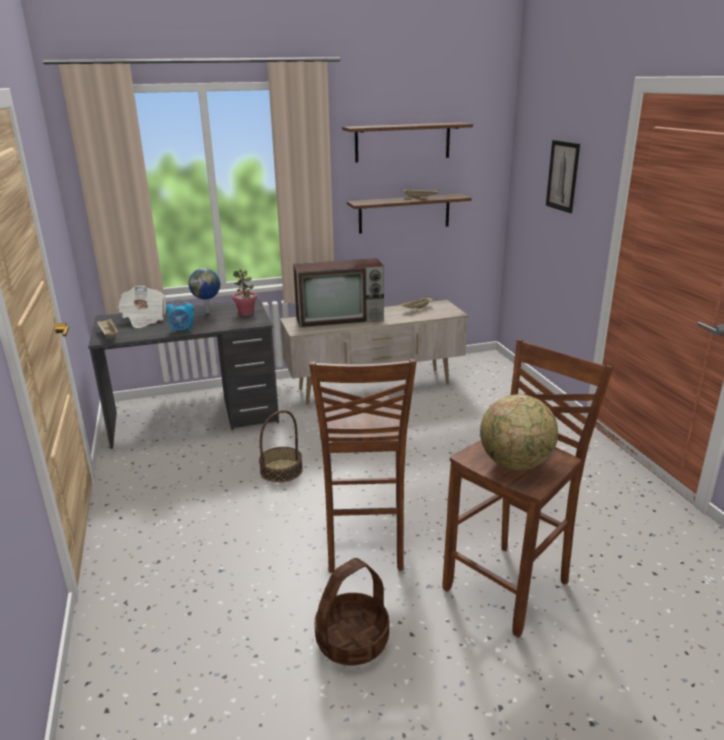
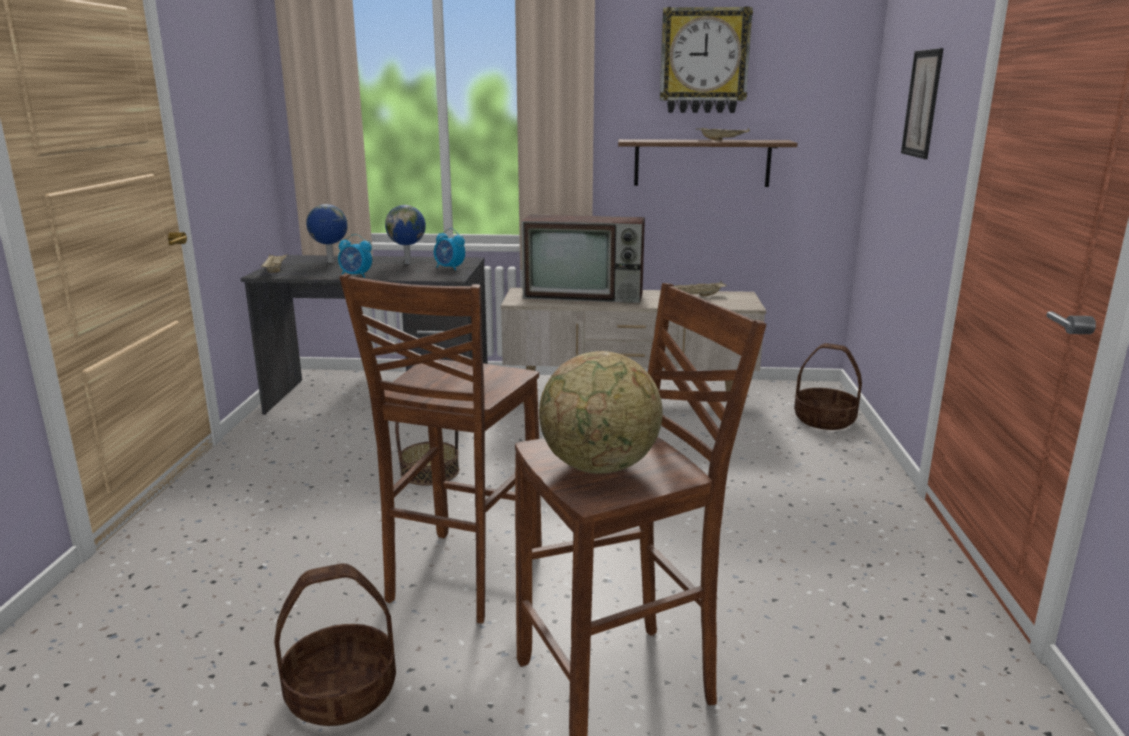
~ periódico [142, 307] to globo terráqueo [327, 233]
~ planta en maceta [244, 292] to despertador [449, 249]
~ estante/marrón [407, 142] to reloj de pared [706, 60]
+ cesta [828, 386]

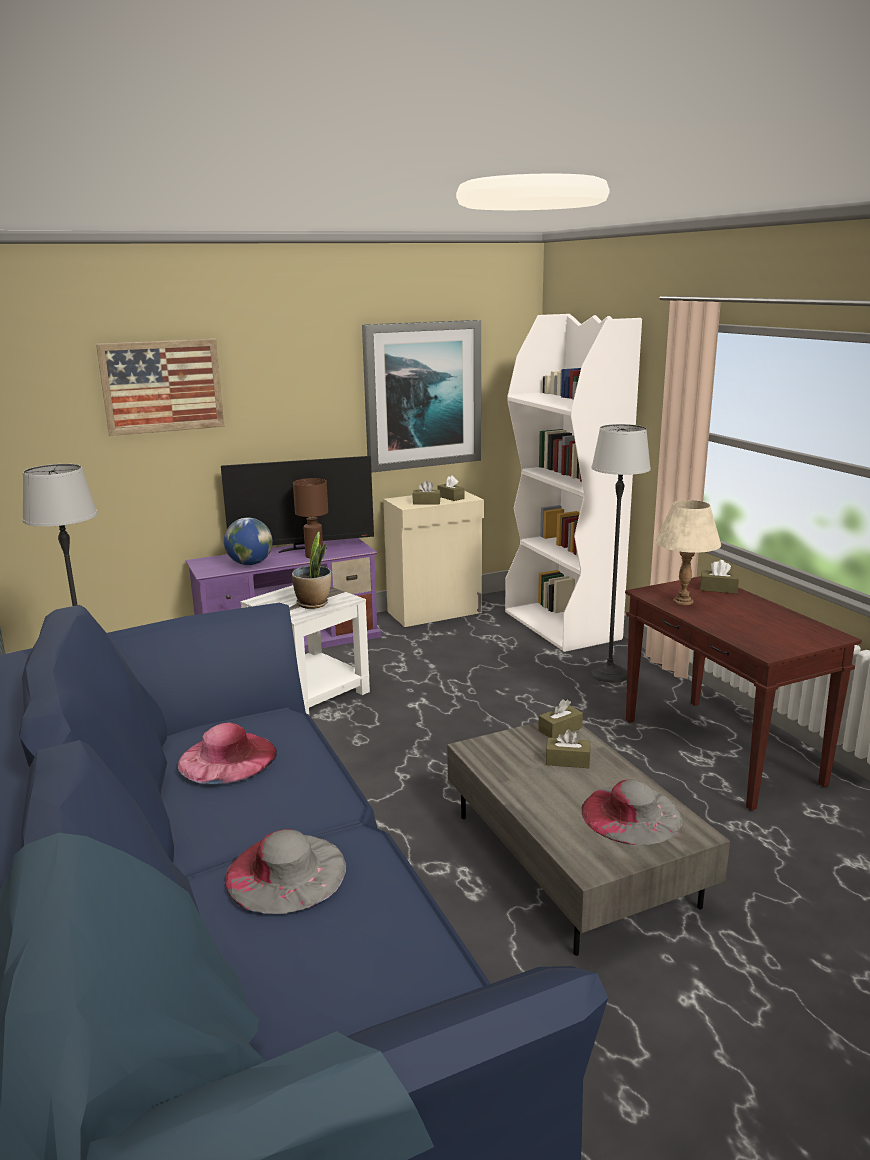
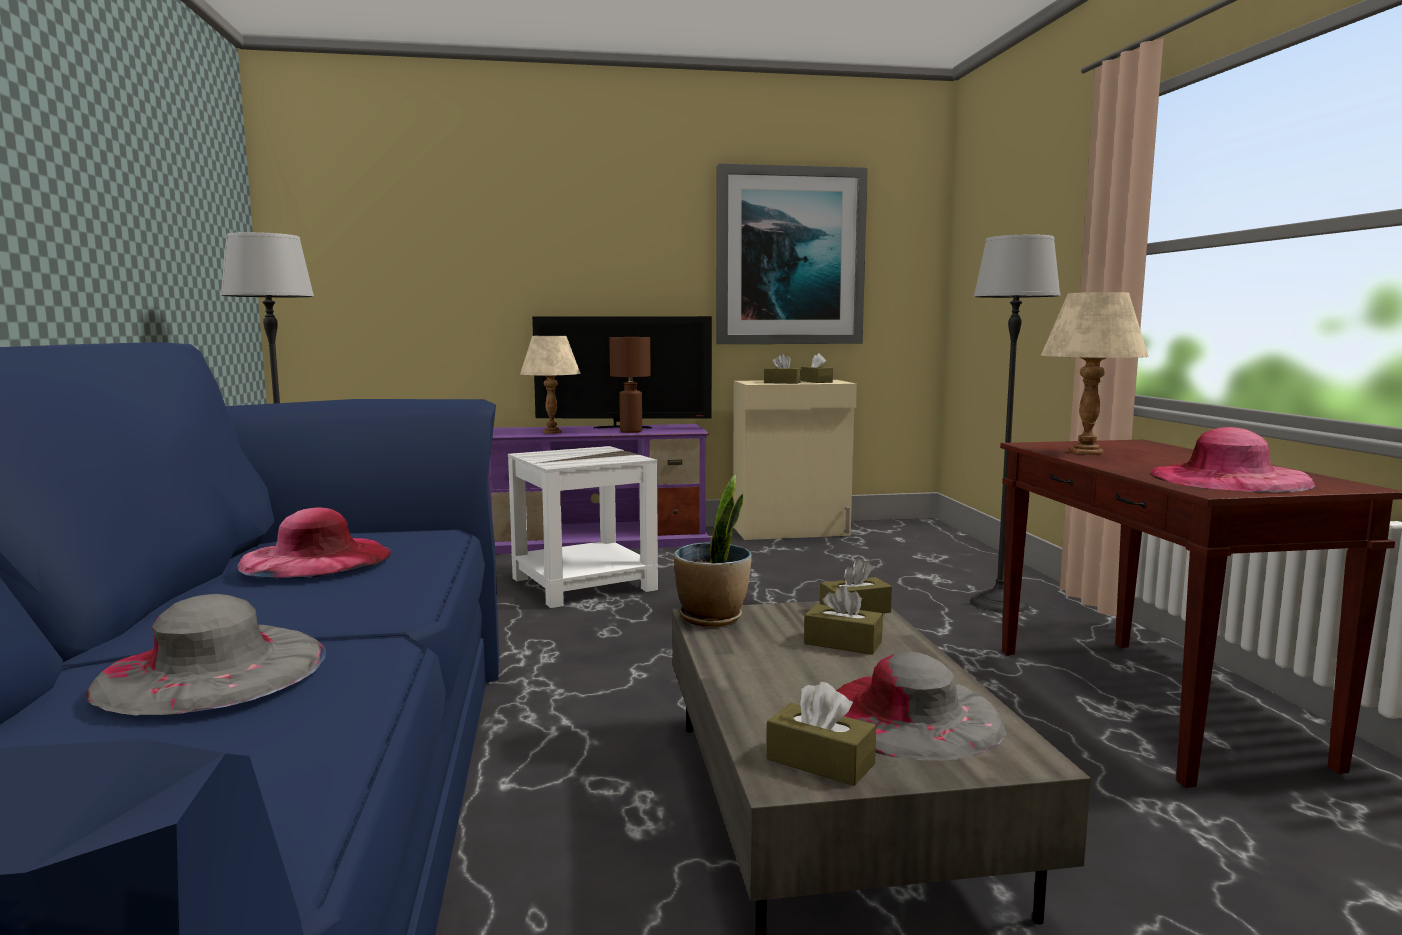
~ globo terráqueo [248, 541] to lámpara de mesa/beis [550, 385]
~ planta en maceta [311, 570] to [712, 551]
~ caja de pañuelos/marrón [719, 577] to [821, 734]
+ sombrero/rosa [1232, 459]
- cuadro [160, 387]
- estantería/blanco [573, 483]

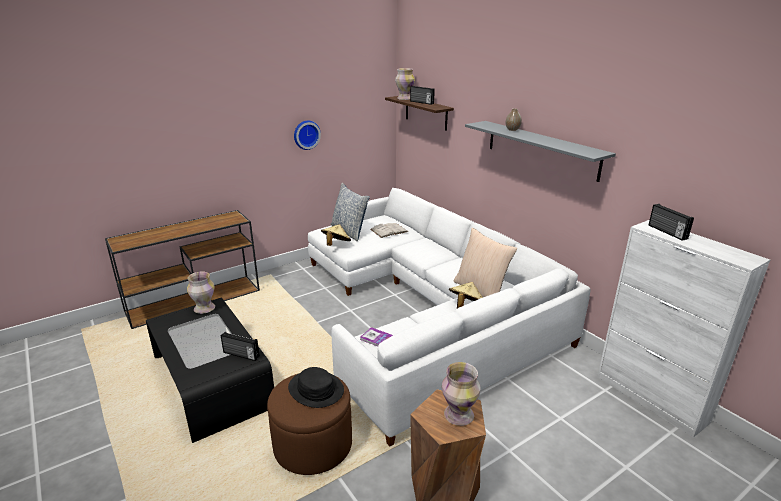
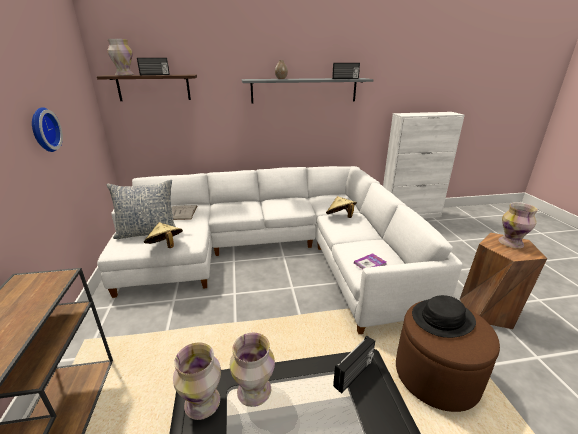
+ florero [252, 370]
~ radio [671, 222] to [346, 71]
- cojín/beis [485, 262]

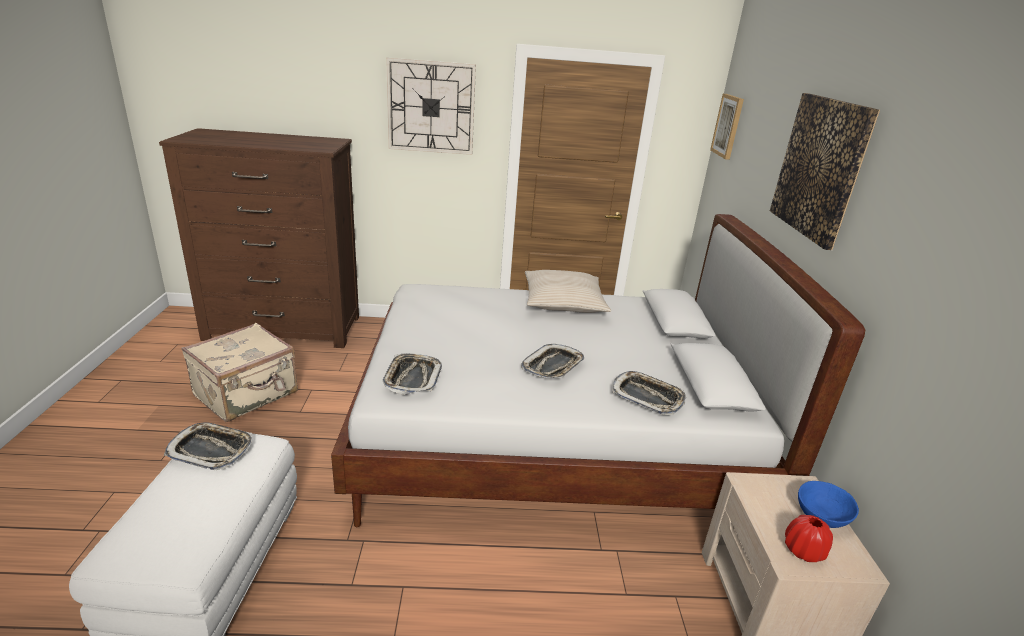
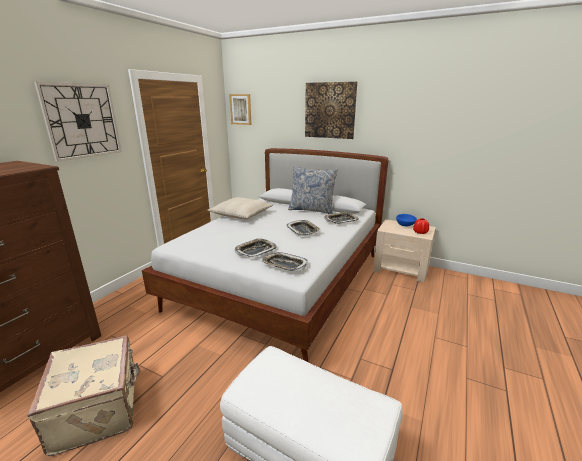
~ bandeja [208, 446] to [256, 247]
+ cojín [313, 190]

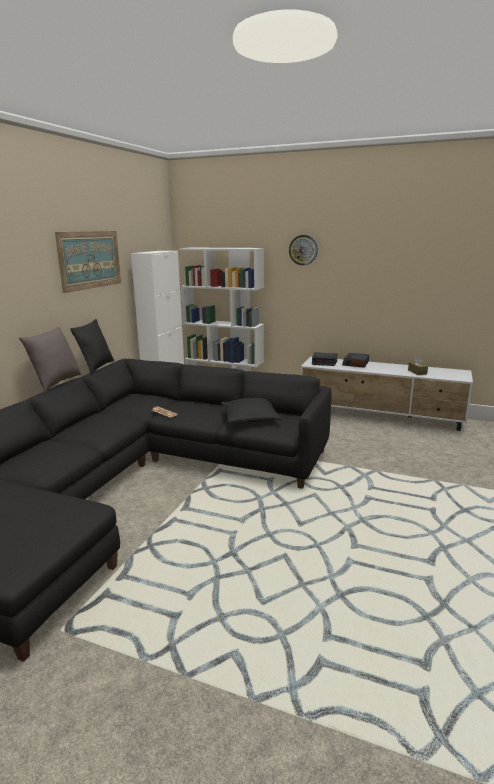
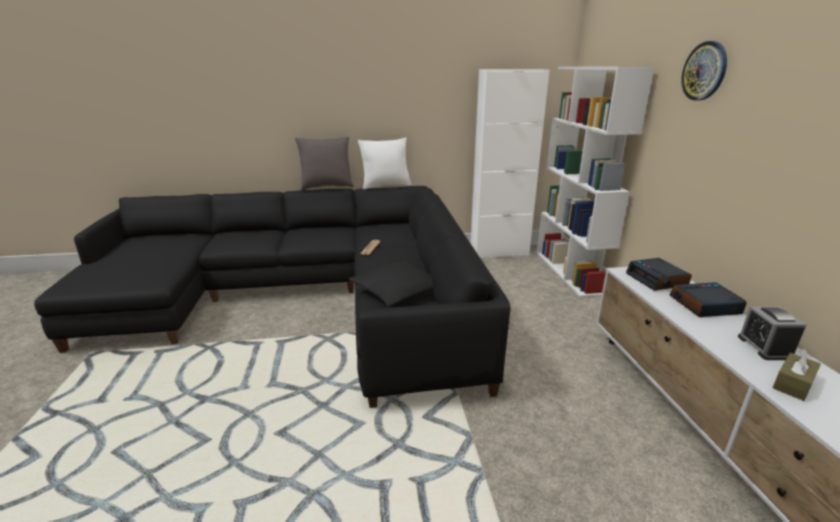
~ cojín/negro [92, 346] to cojín/blanco [385, 163]
+ despertador [772, 333]
- cuadro [88, 262]

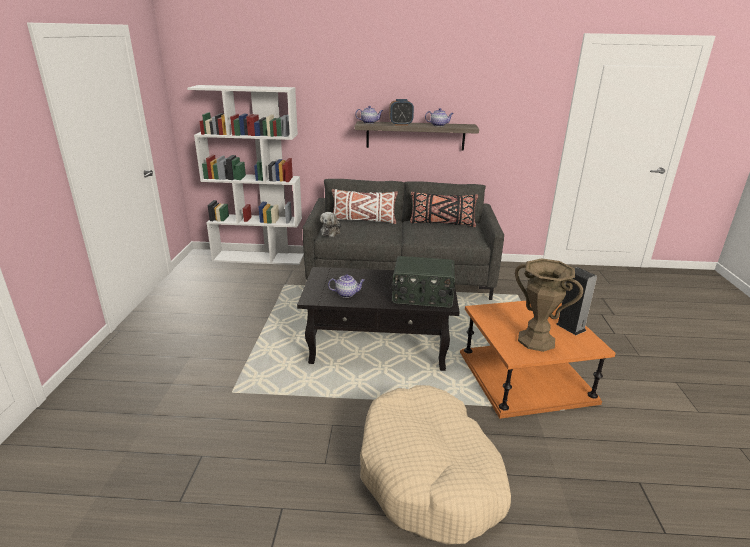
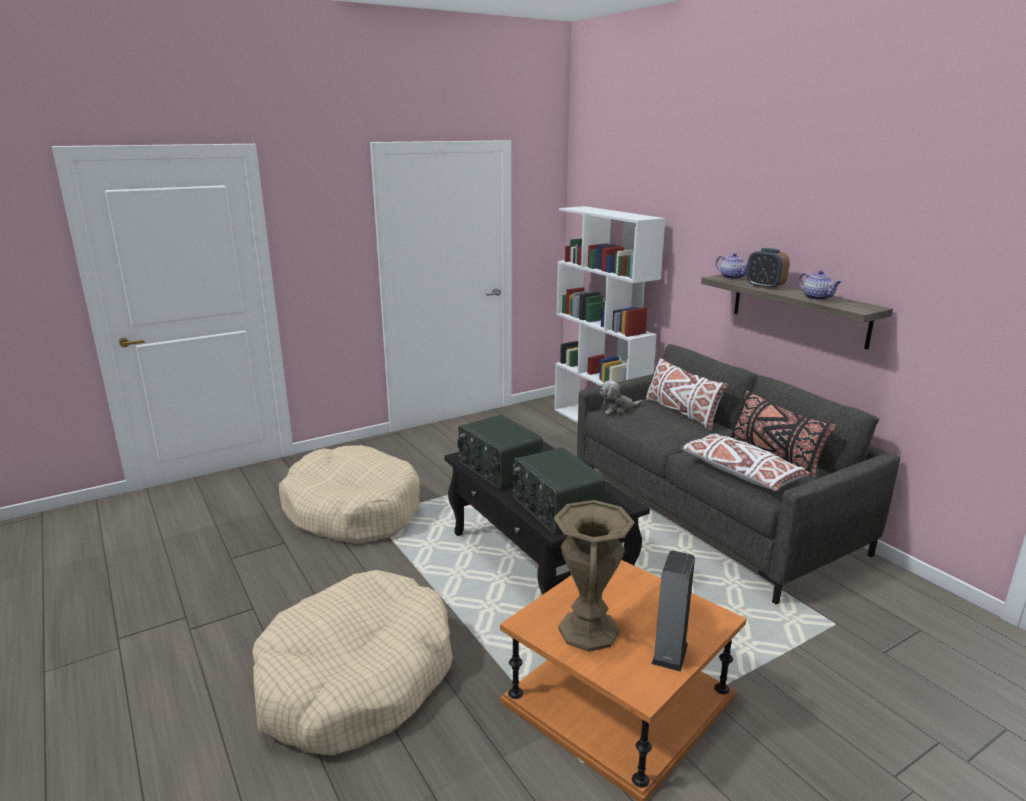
+ cama para perro/beis [349, 494]
~ tetera [346, 286] to radio [500, 451]
+ cojín/blanco [746, 462]

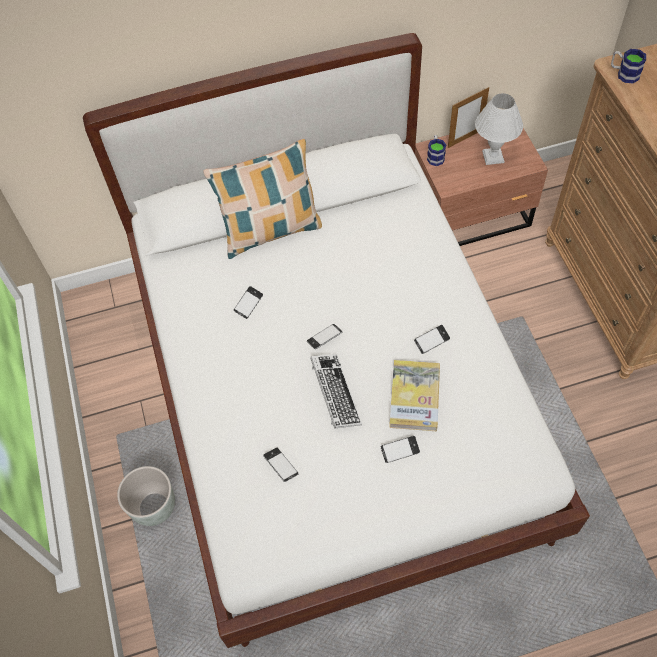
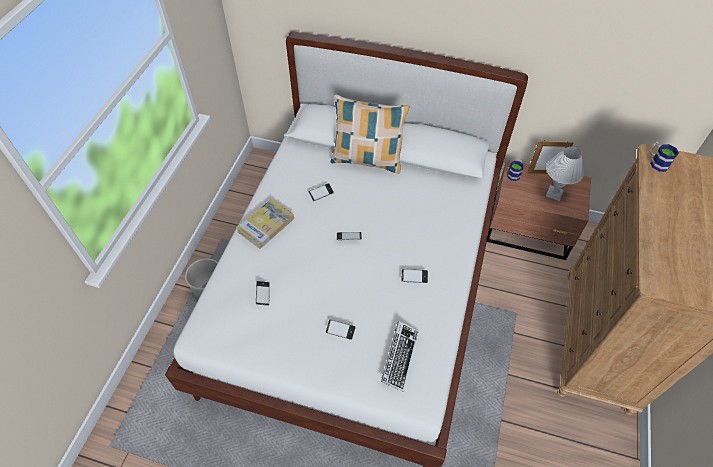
~ libro [414, 395] to [265, 224]
~ teclado [336, 391] to [400, 356]

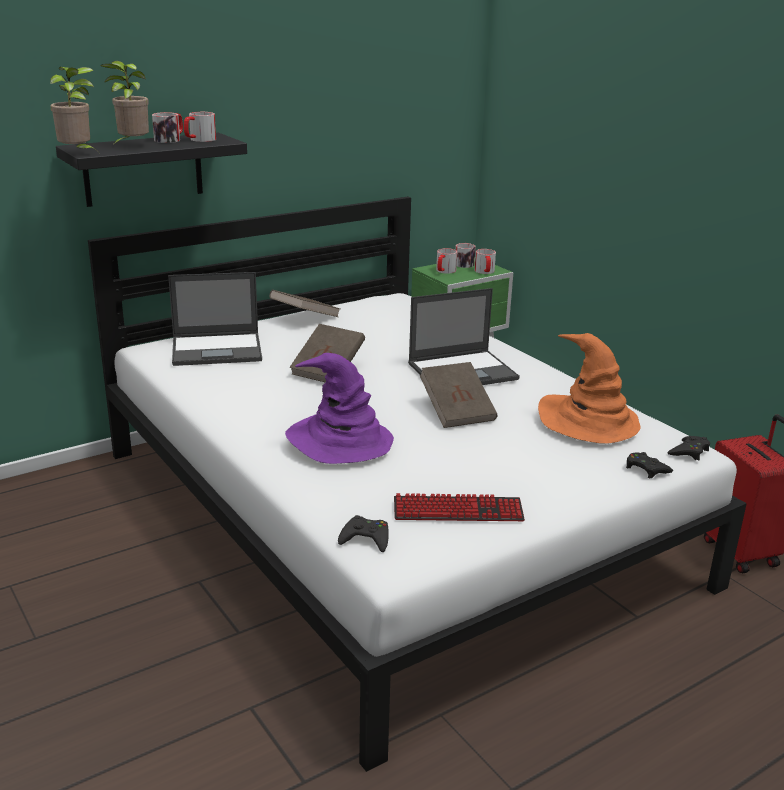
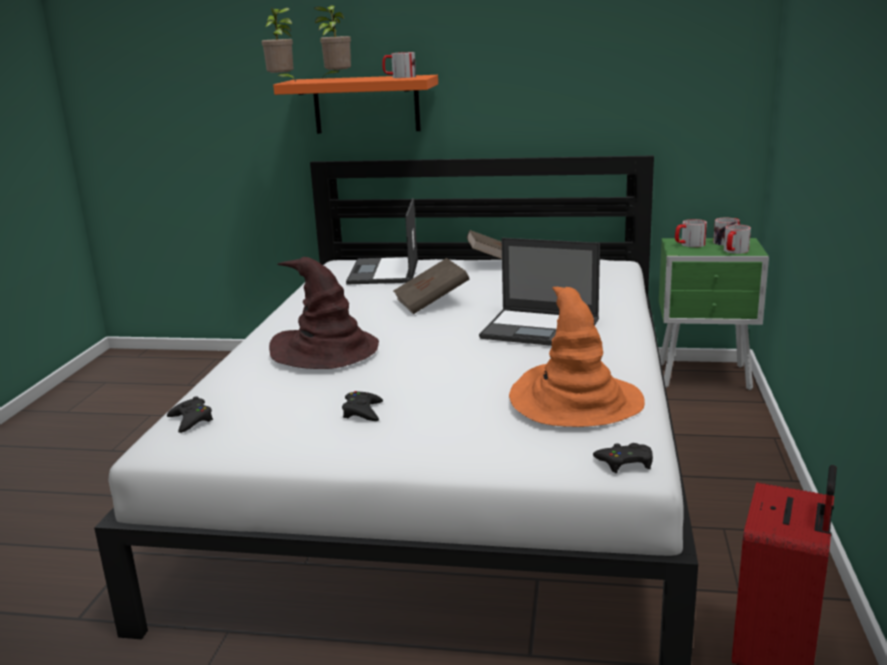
~ sombrero/morado [339, 408] to sombrero/marrón [324, 313]
~ estante/negro [151, 170] to estante/naranja [355, 104]
~ mando de consola/negro [649, 465] to [362, 406]
~ portátil [215, 319] = [382, 241] 60 degrees clockwise
- taza grande [167, 127]
- teclado [459, 507]
- libro/marrón [459, 395]

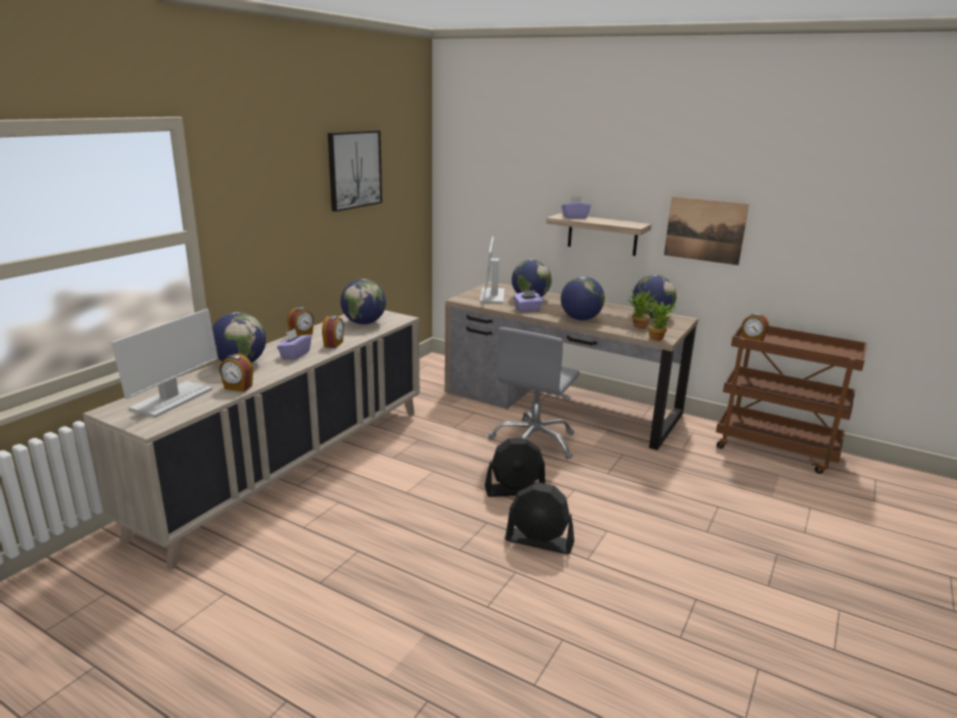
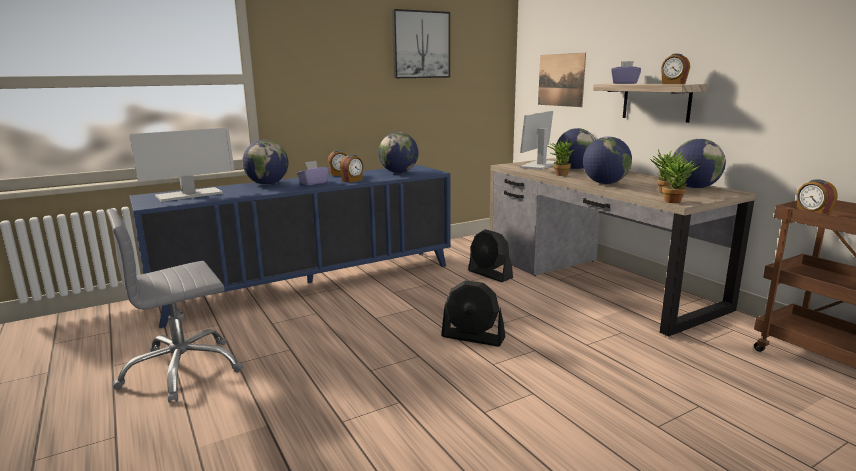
~ silla de oficina/gris [534, 393] to [174, 306]
~ armario/beis [251, 440] to armario/azul [290, 246]
~ ventilador/negro [539, 518] to [490, 255]
~ cuadro [706, 230] to [562, 80]
~ caja de pañuelos/morado [528, 301] to planta en maceta [561, 158]
~ despertador [236, 373] to [675, 68]

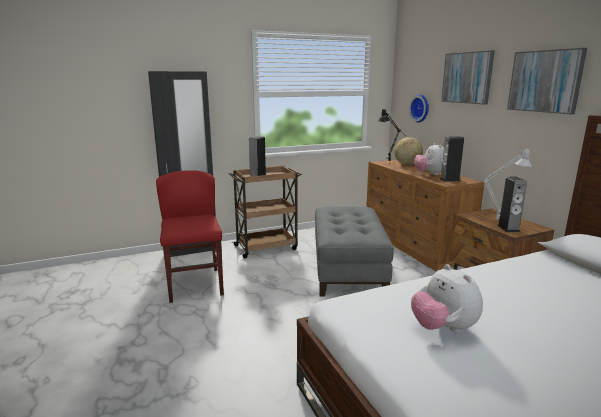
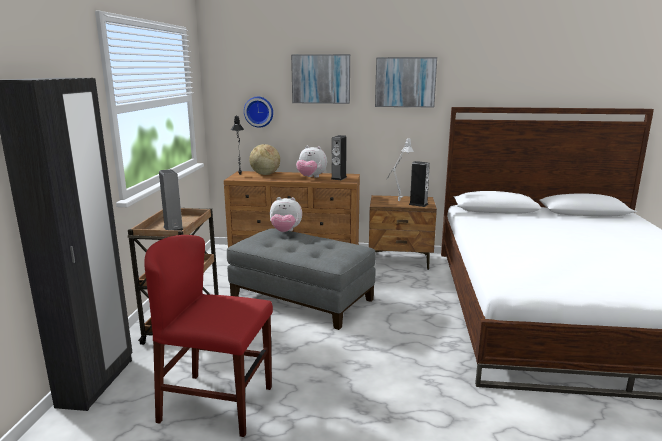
~ peluche [447, 298] to [286, 214]

